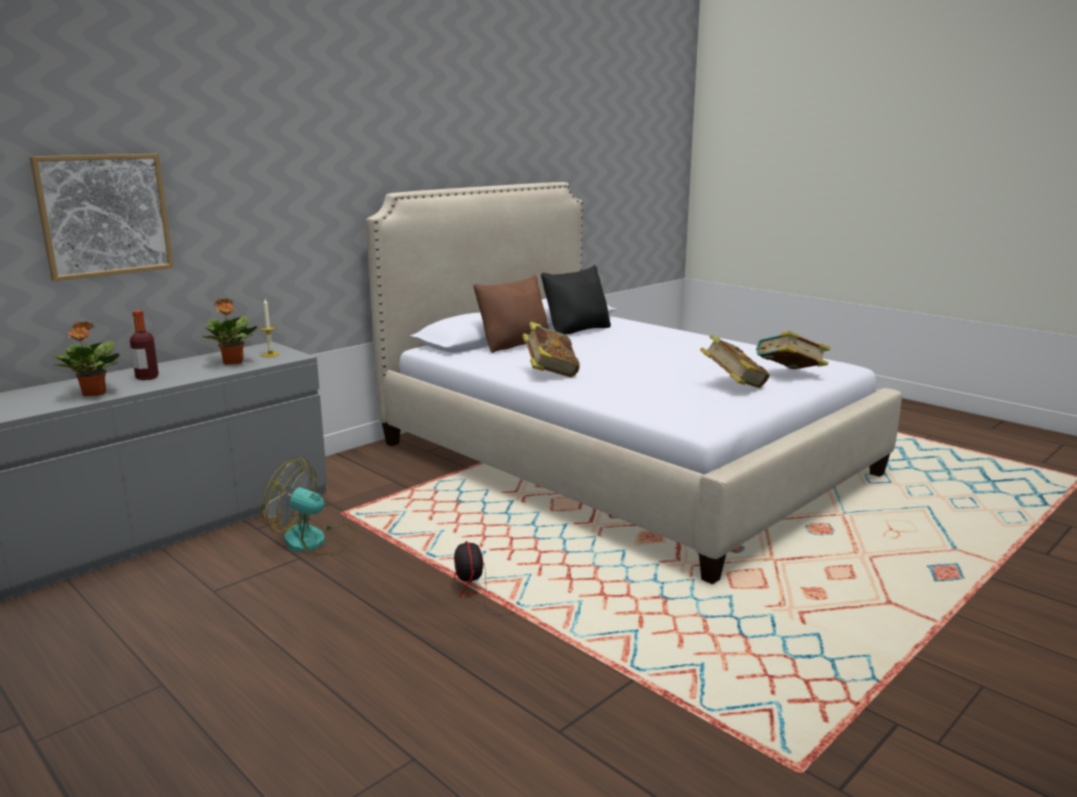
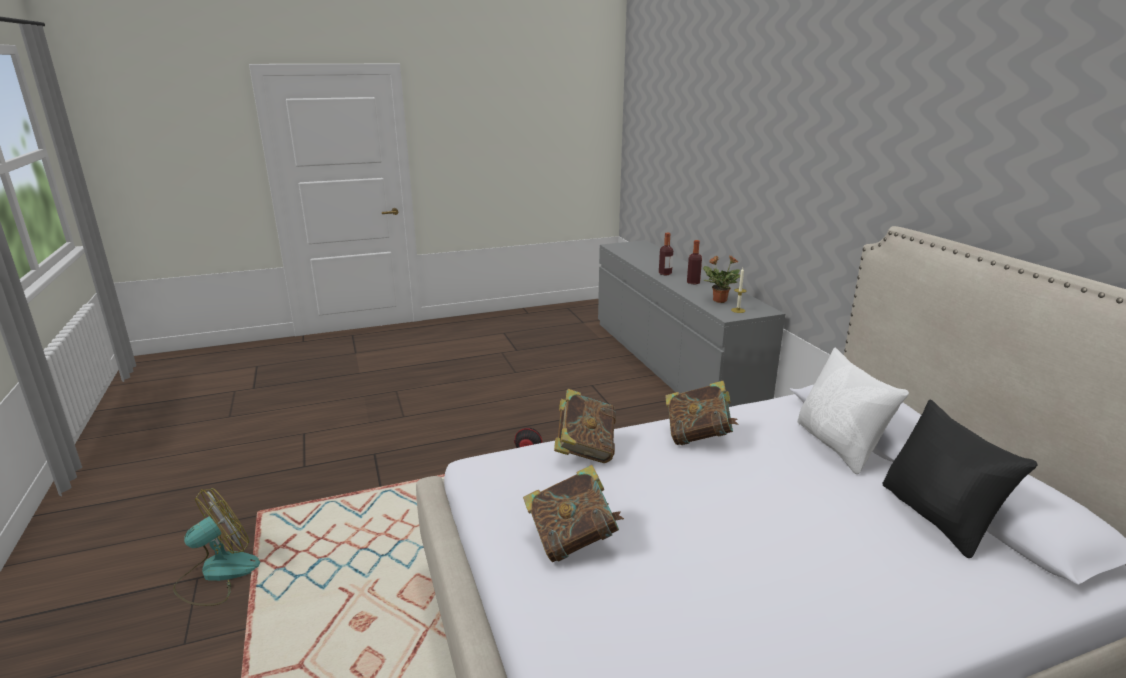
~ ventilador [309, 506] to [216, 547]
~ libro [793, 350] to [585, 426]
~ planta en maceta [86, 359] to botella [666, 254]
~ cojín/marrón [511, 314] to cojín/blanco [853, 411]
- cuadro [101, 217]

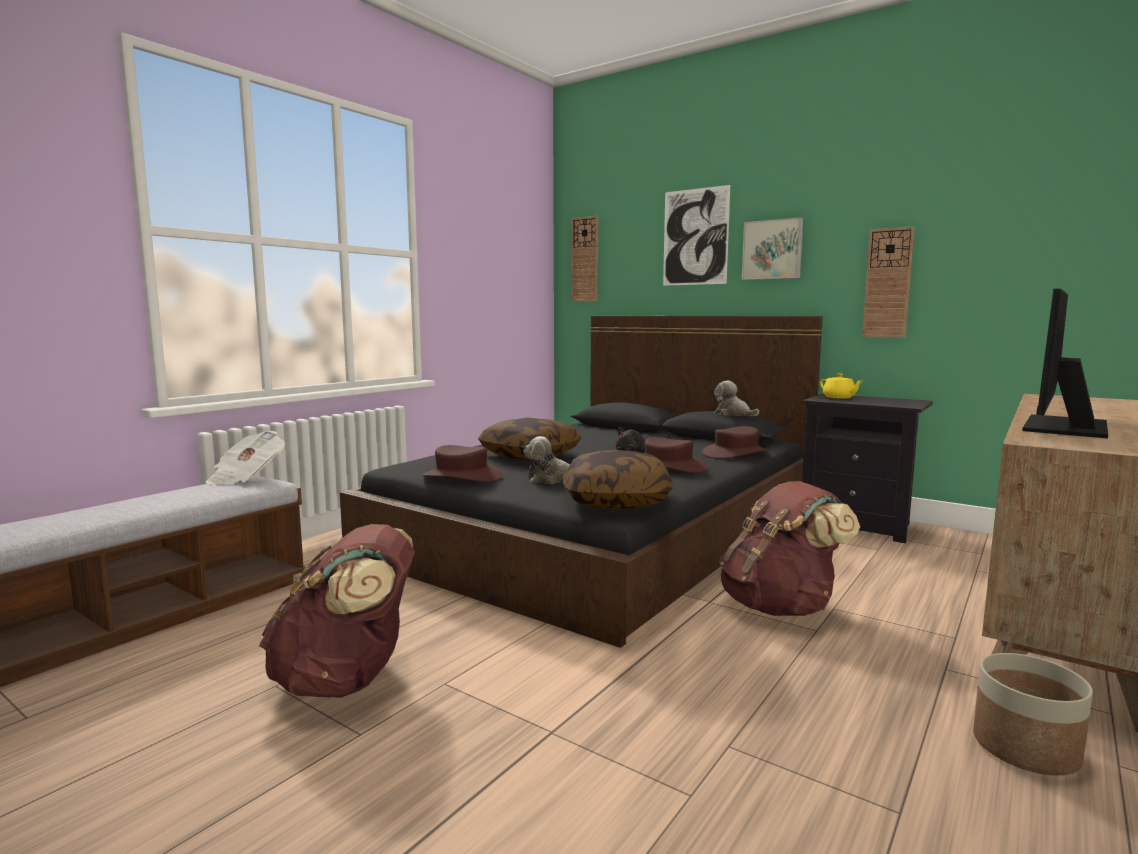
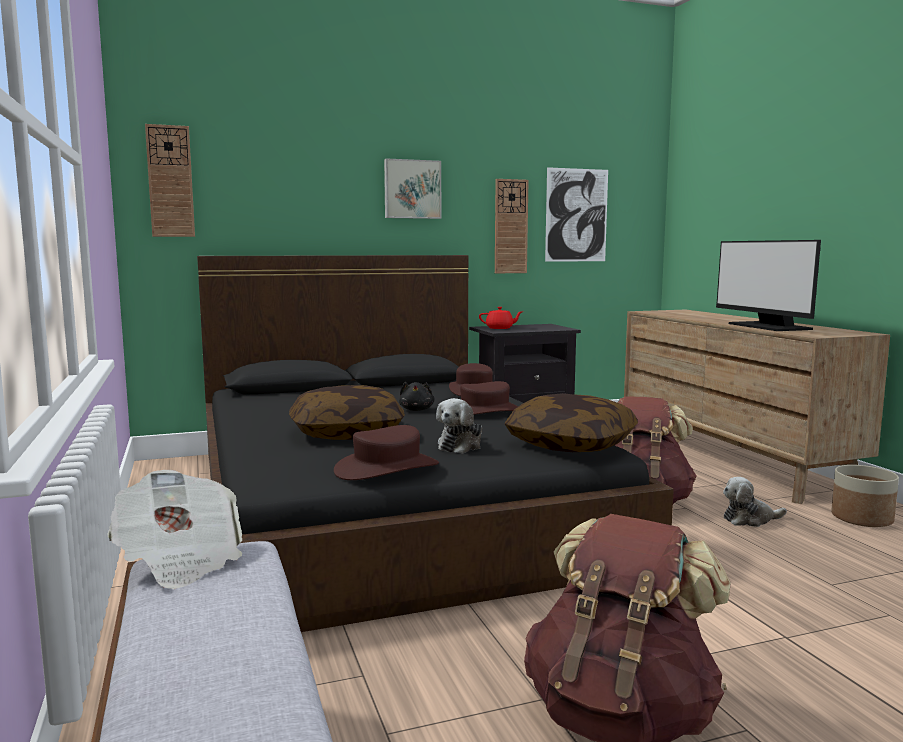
~ tetera/amarillo [841, 386] to tetera/rojo [501, 318]
~ cuadro [696, 235] to [576, 214]
~ peluche [736, 398] to [755, 502]

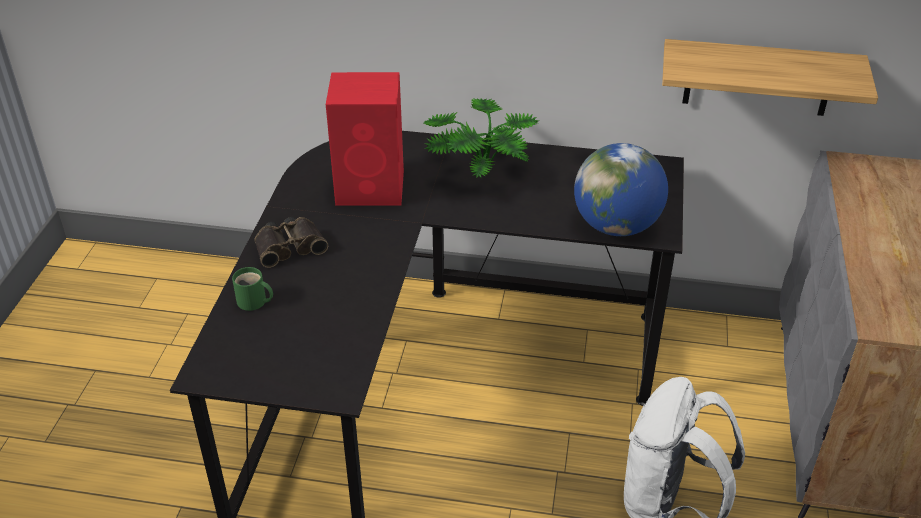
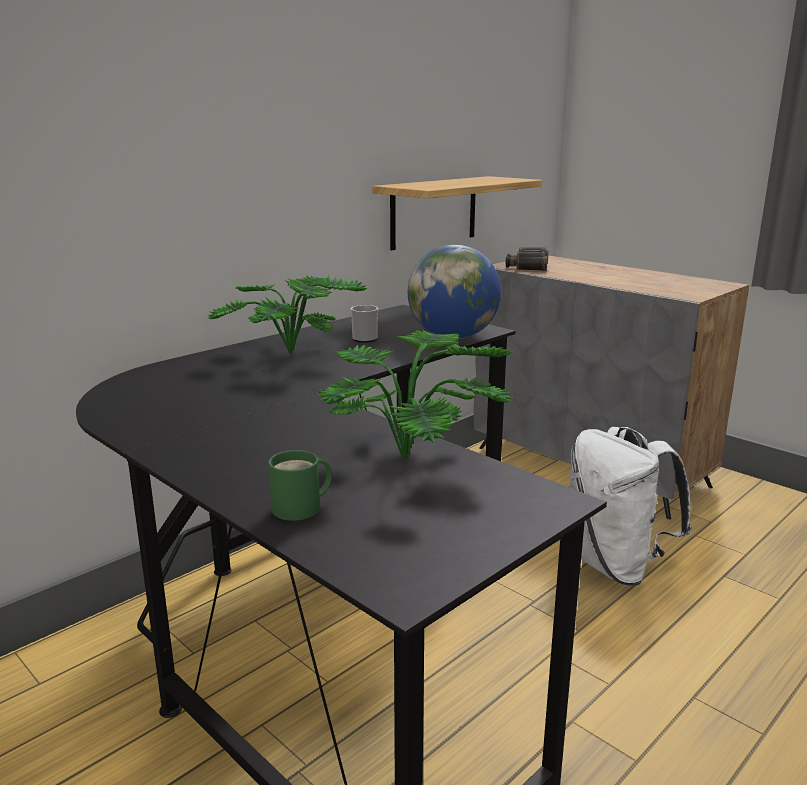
+ planta en maceta [414, 393]
+ taza grande [364, 324]
~ prismáticos [291, 242] to [527, 259]
- altavoz/rojo [365, 139]

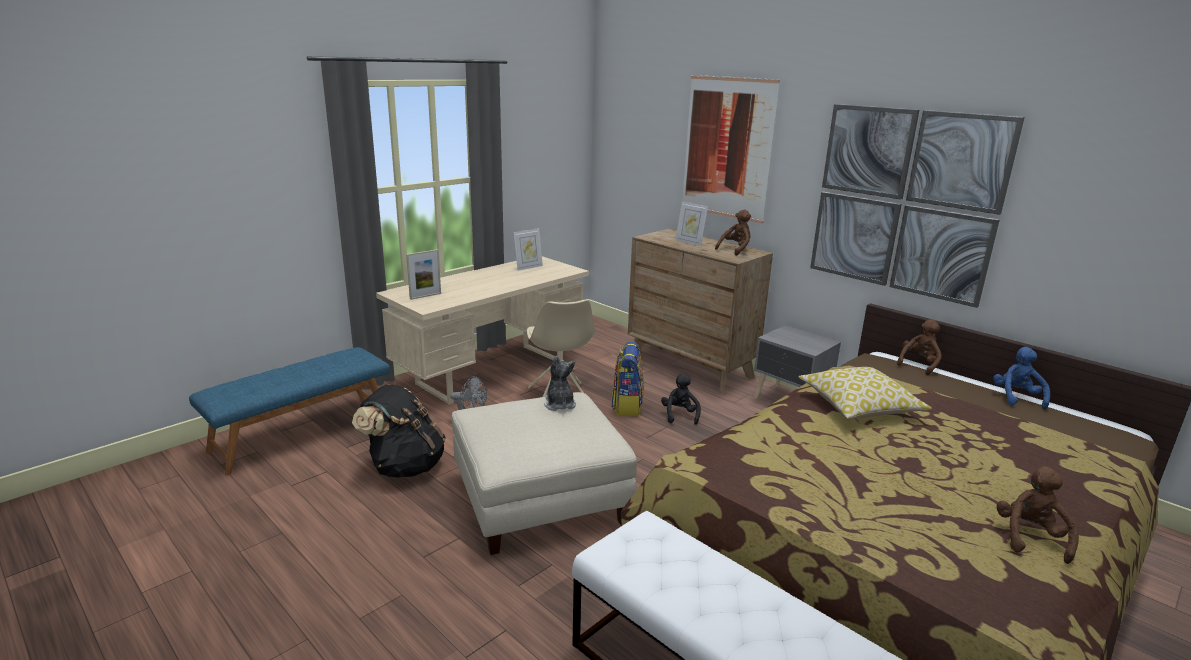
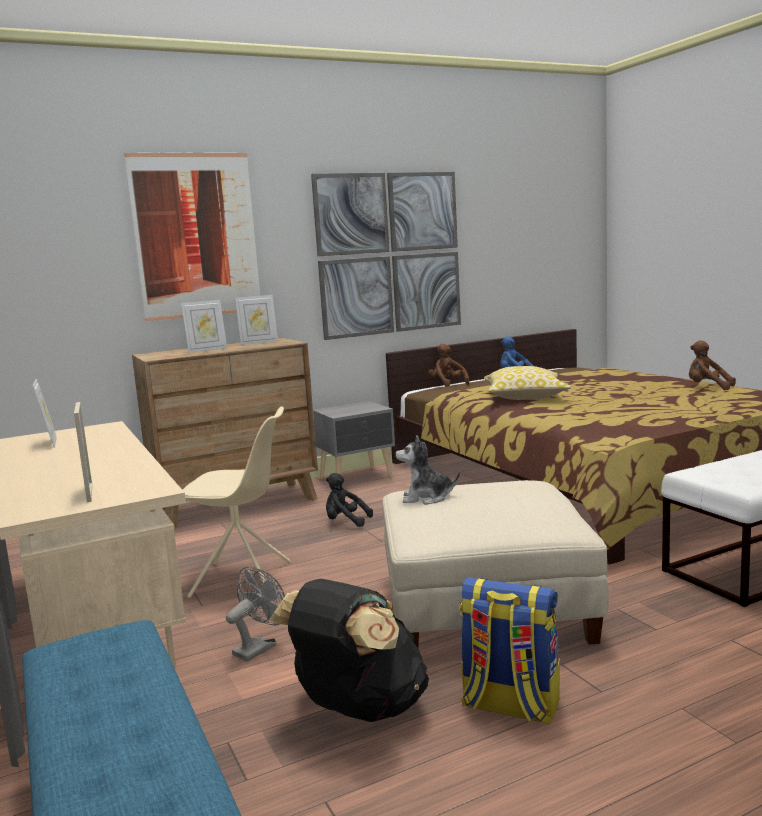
~ peluche/marrón [733, 233] to portarretratos [256, 320]
~ mochila [627, 379] to [510, 651]

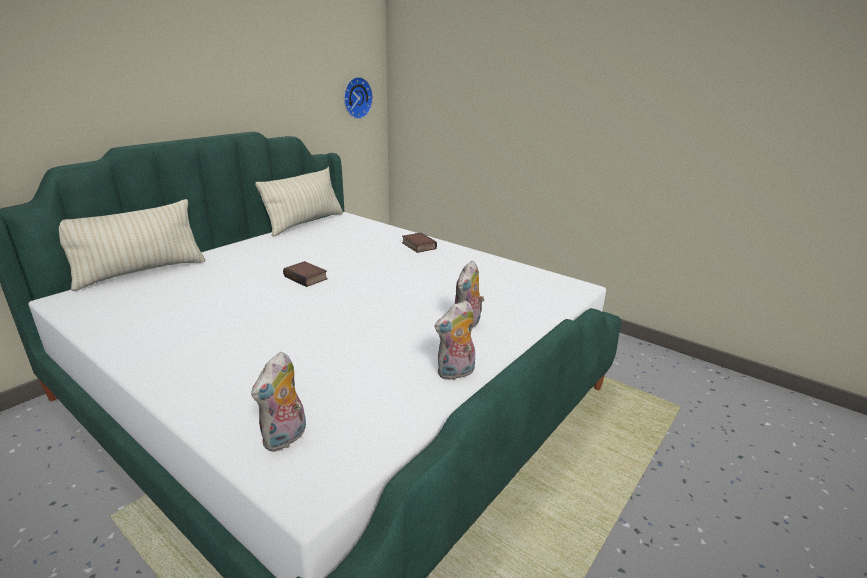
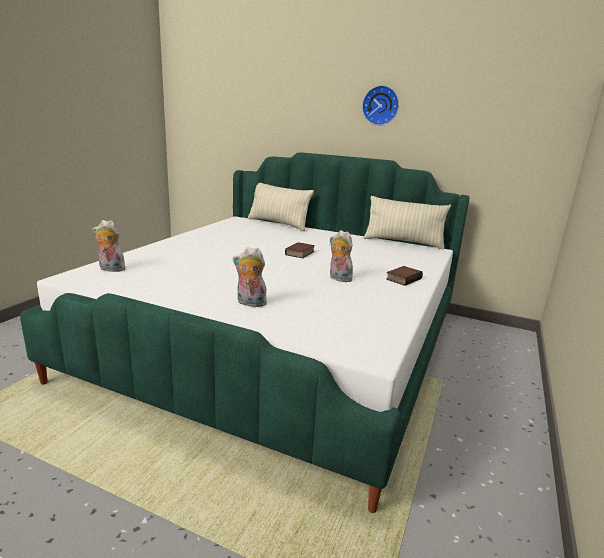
~ peluche [455, 340] to [341, 256]
~ reloj de pared [358, 98] to [380, 105]

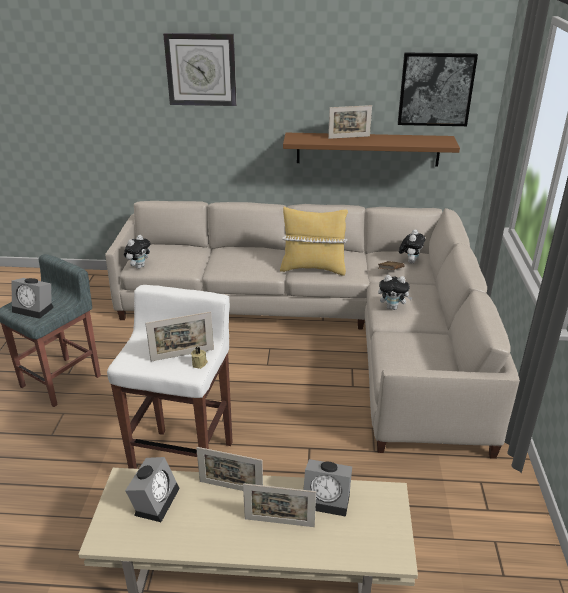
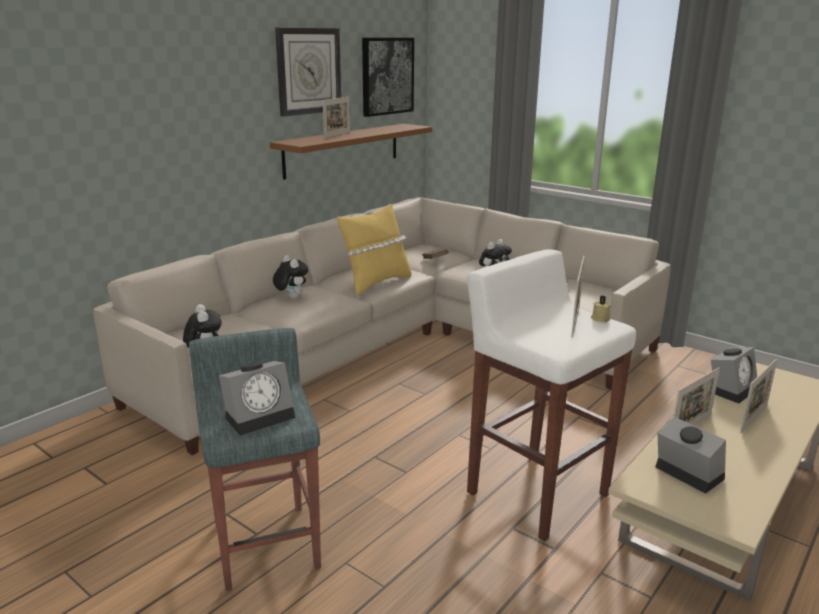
~ peluche [412, 246] to [290, 277]
~ reloj de pared [200, 69] to [308, 72]

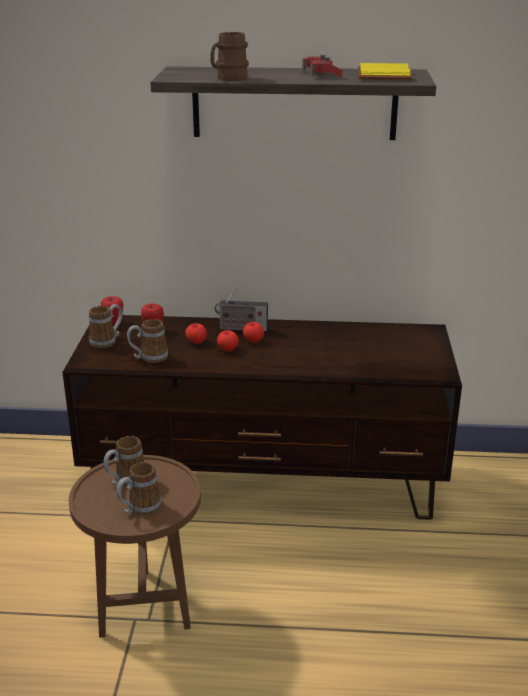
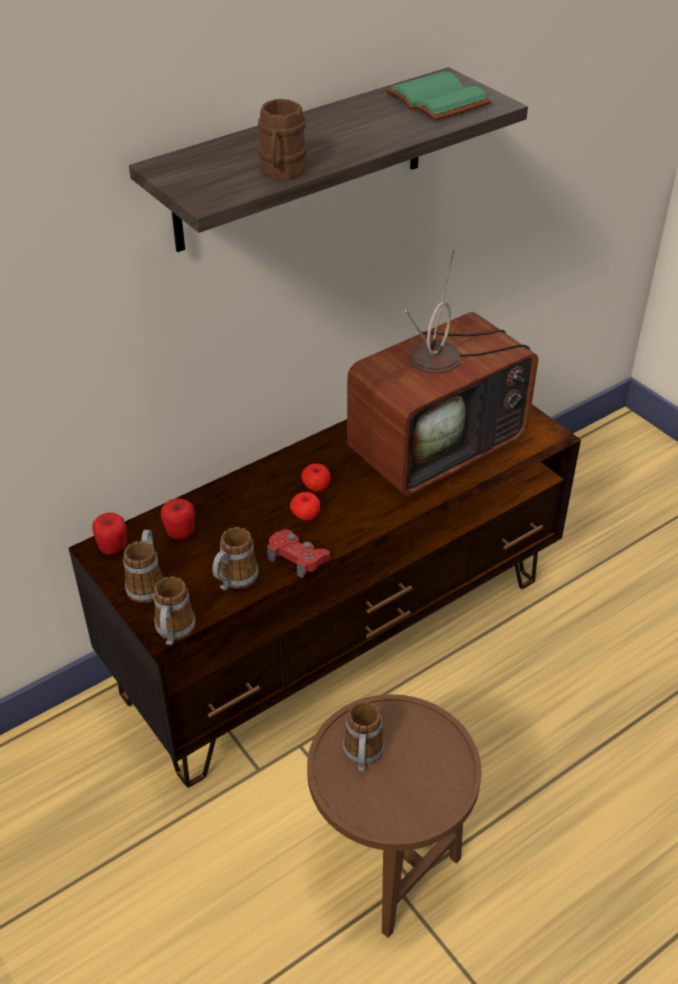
~ taza grande [138, 488] to [174, 610]
~ mando de consola/rojo [322, 66] to [298, 553]
+ televisor [442, 369]
~ libro/amarillo [385, 71] to libro/verde [438, 96]
- manzana [196, 333]
- radio [241, 310]

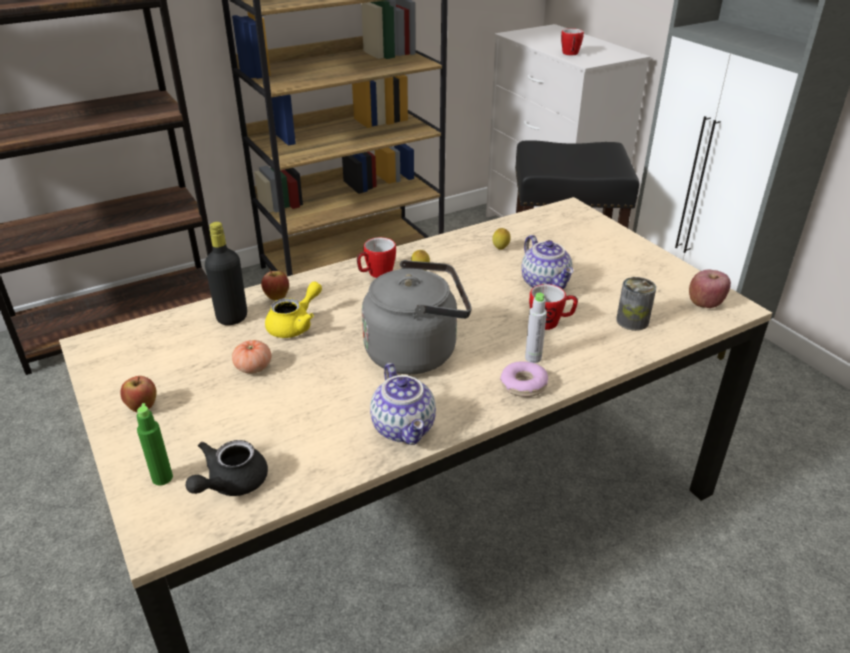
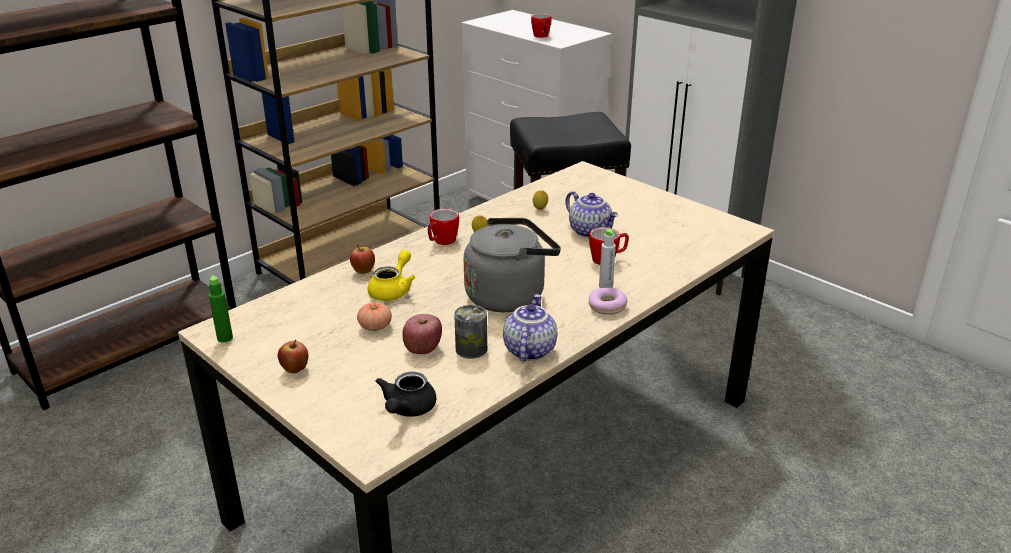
~ botella/verde [155, 444] to [221, 308]
~ manzana [710, 288] to [422, 334]
~ lata [636, 304] to [470, 332]
~ tetera [403, 404] = [530, 328] 135 degrees counterclockwise
- botella/negro [226, 273]

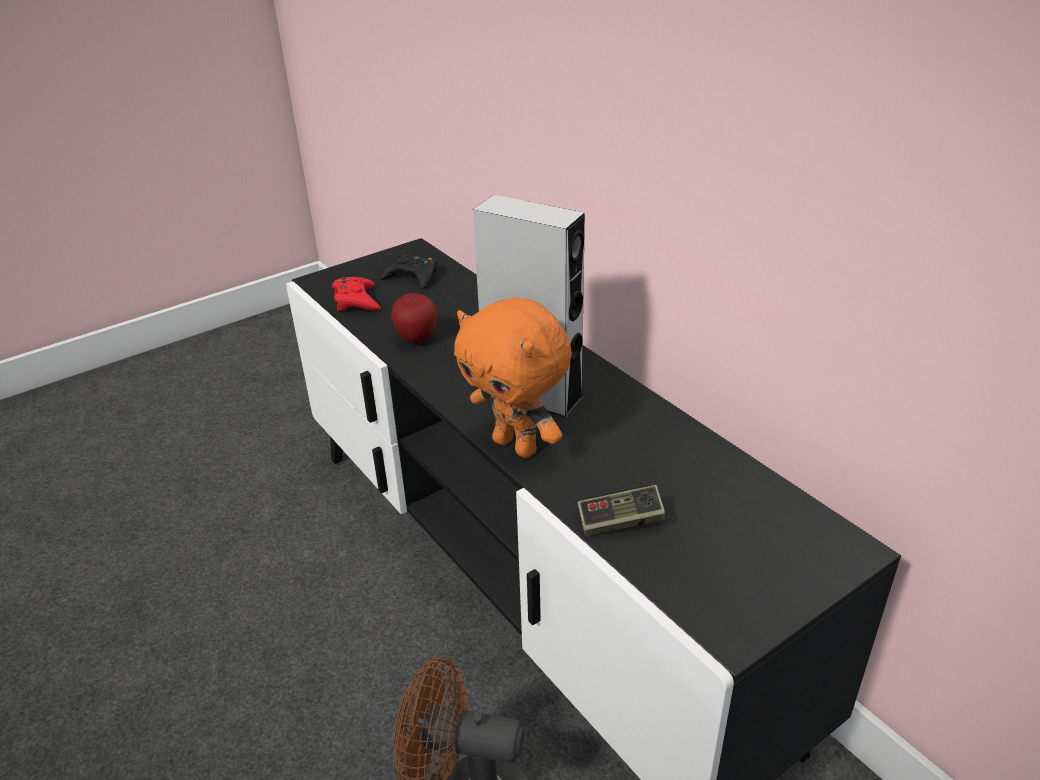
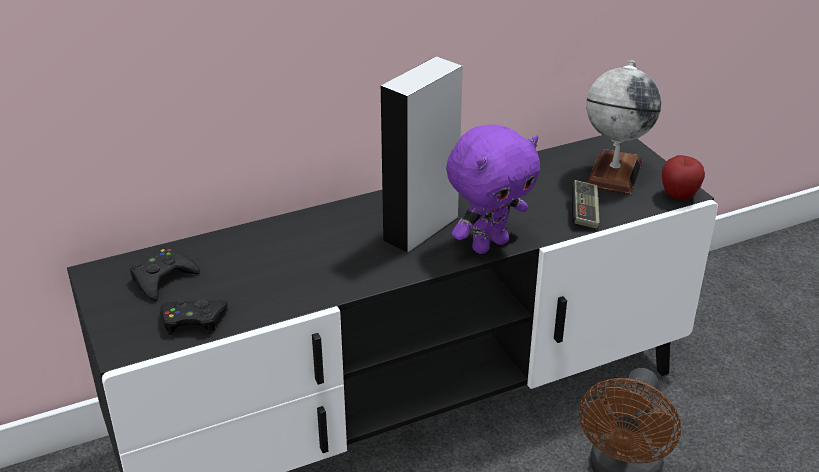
~ mando de consola/rojo [356, 294] to mando de consola/negro [194, 317]
~ peluche/naranja [513, 378] to peluche/morado [493, 189]
+ globo terráqueo [623, 127]
~ manzana [413, 318] to [683, 177]

